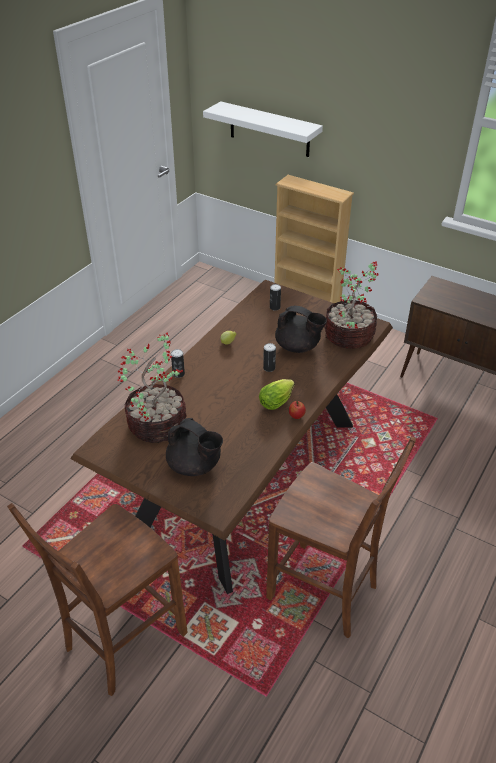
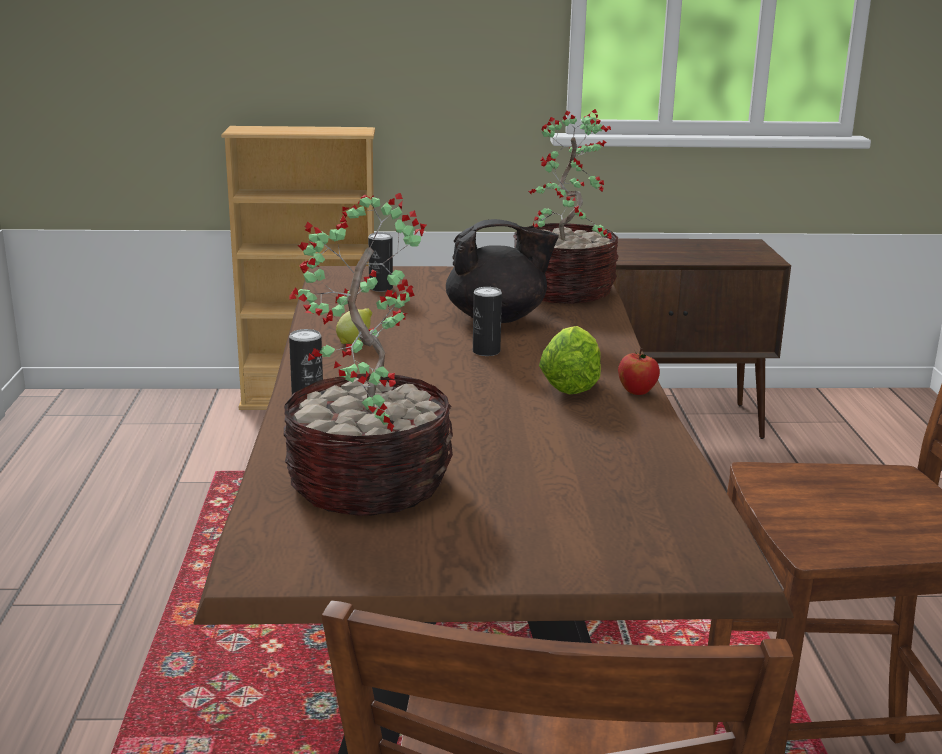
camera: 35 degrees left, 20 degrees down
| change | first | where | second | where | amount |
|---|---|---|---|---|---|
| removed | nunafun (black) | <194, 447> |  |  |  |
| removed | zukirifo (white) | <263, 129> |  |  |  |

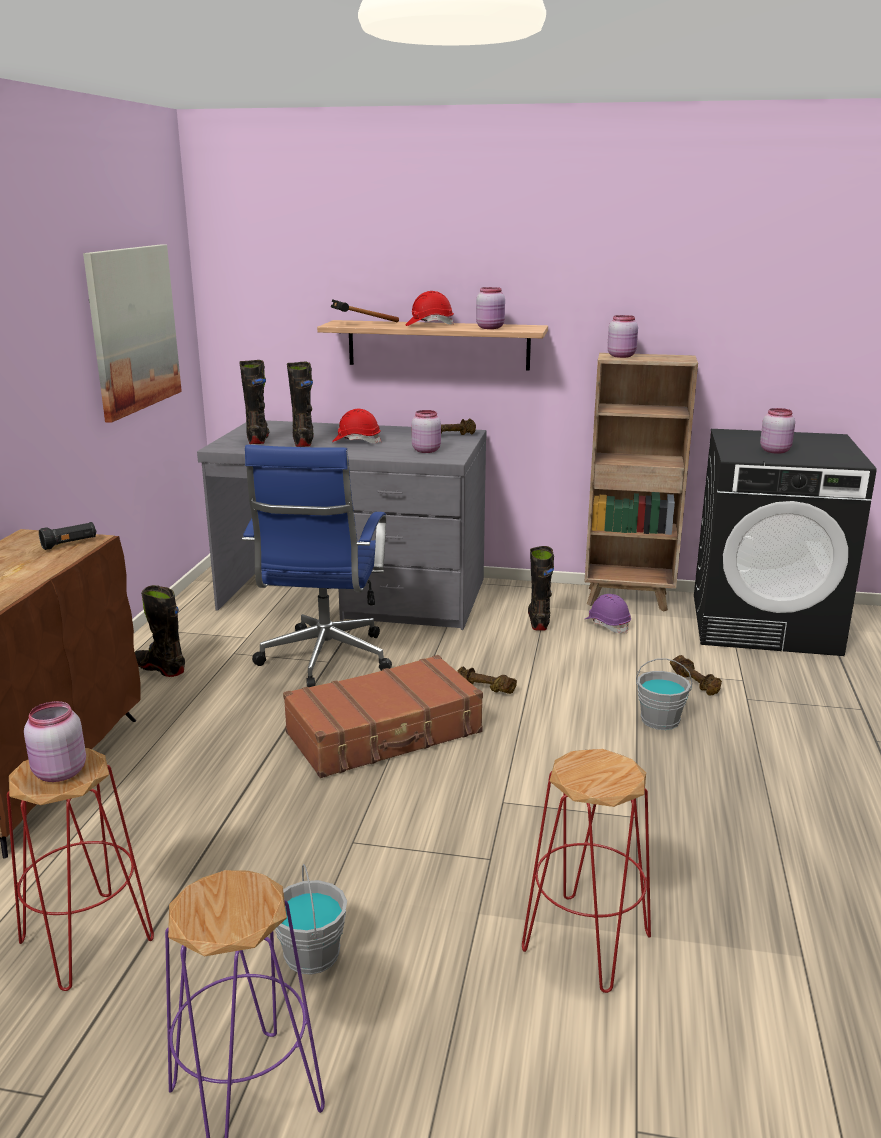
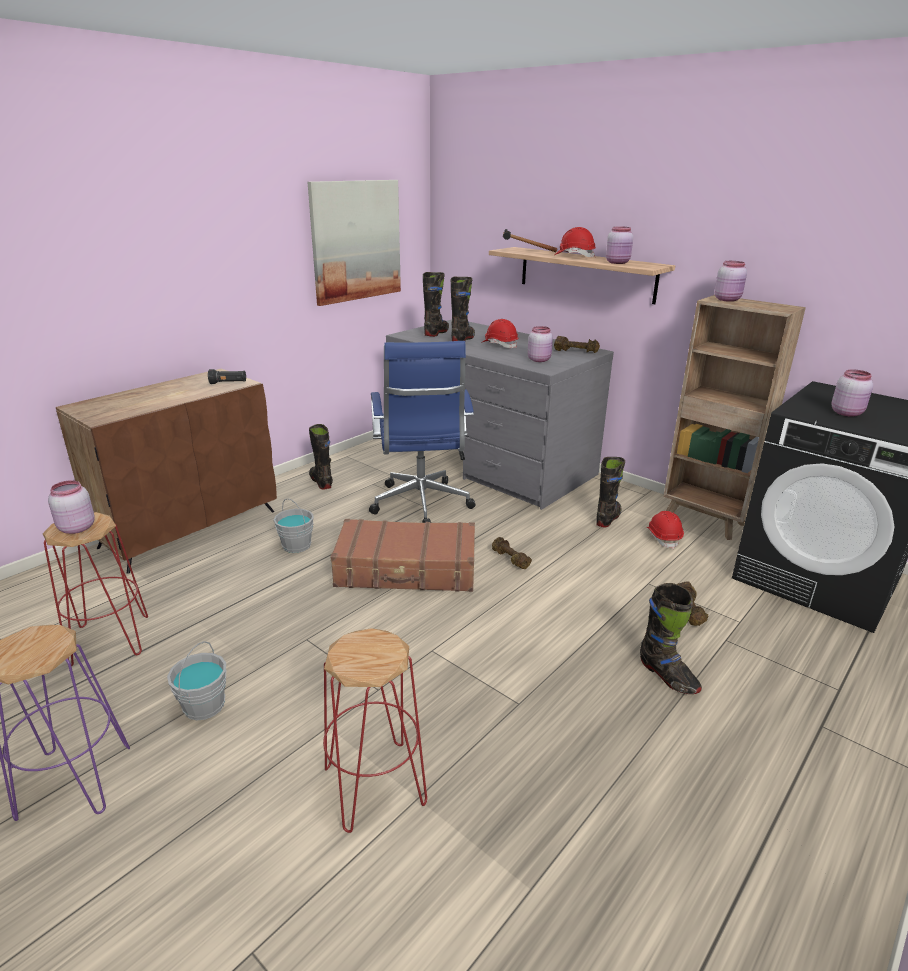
camera: 30 degrees right, 5 degrees up
| change | first | where | second | where | amount |
|---|---|---|---|---|---|
| added |  |  | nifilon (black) | <671, 638> |  |
| moved | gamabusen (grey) | <664, 694> |  | <293, 525> |  |
| recoloured | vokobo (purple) | <608, 613> | vokobo (red) | <665, 530> |  |
| turned | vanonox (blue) | <317, 566> |  | <422, 432> | 45 degrees counterclockwise |

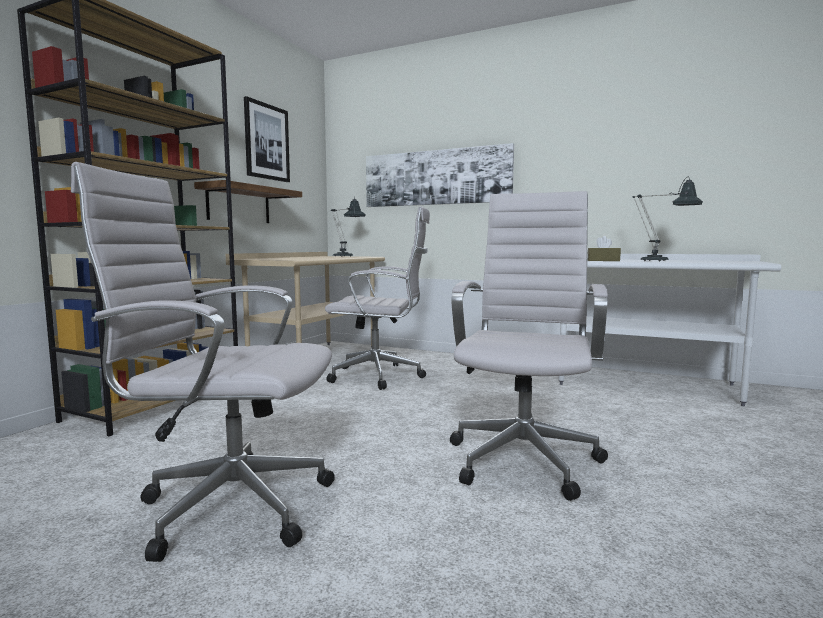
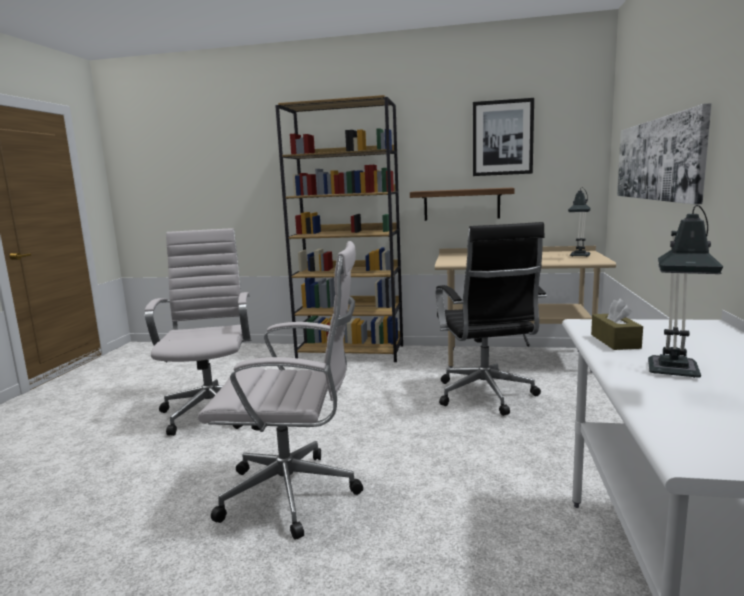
camera: 75 degrees right, 5 degrees up
| change | first | where | second | where | amount |
|---|---|---|---|---|---|
| recoloured | vanonox (white) | <377, 298> | vanonox (black) | <491, 319> |  |

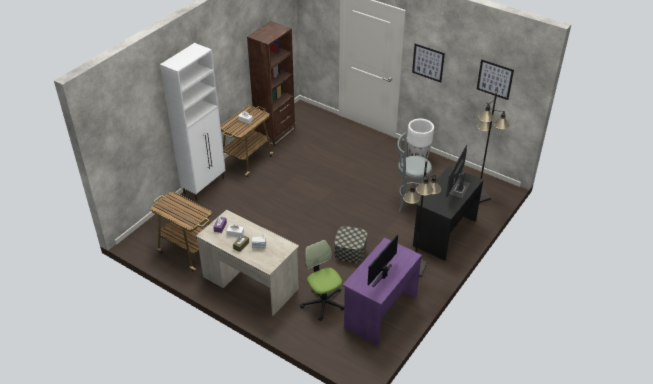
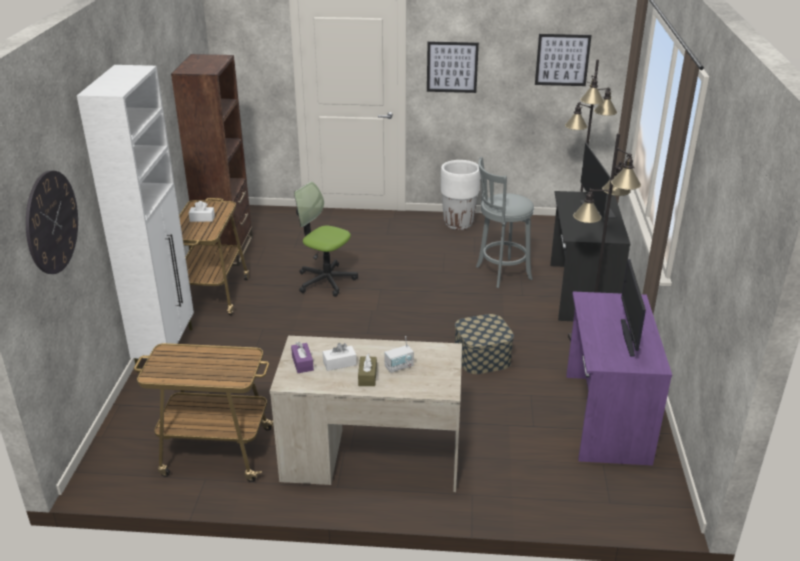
camera: 30 degrees left, 10 degrees down
| change | first | where | second | where | amount |
|---|---|---|---|---|---|
| added |  |  | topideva | <52, 222> |  |
| moved | vanonox | <322, 280> |  | <326, 239> |  |

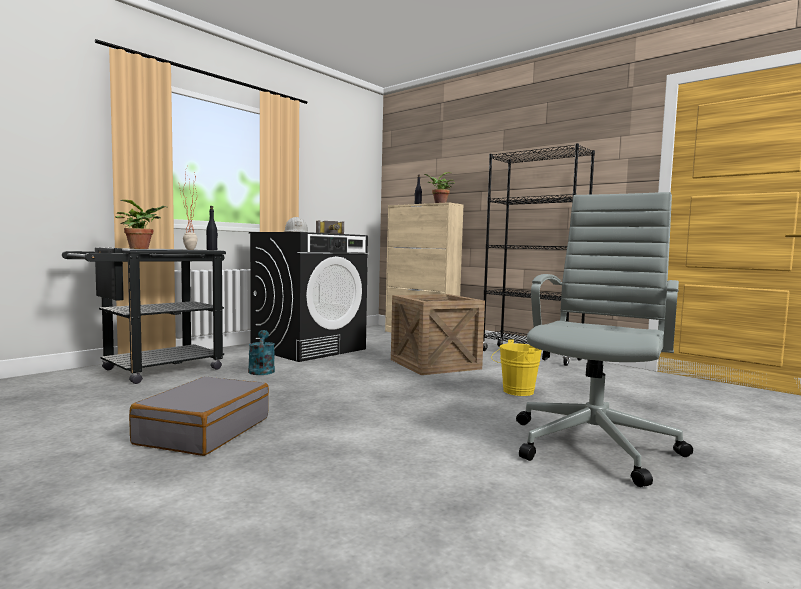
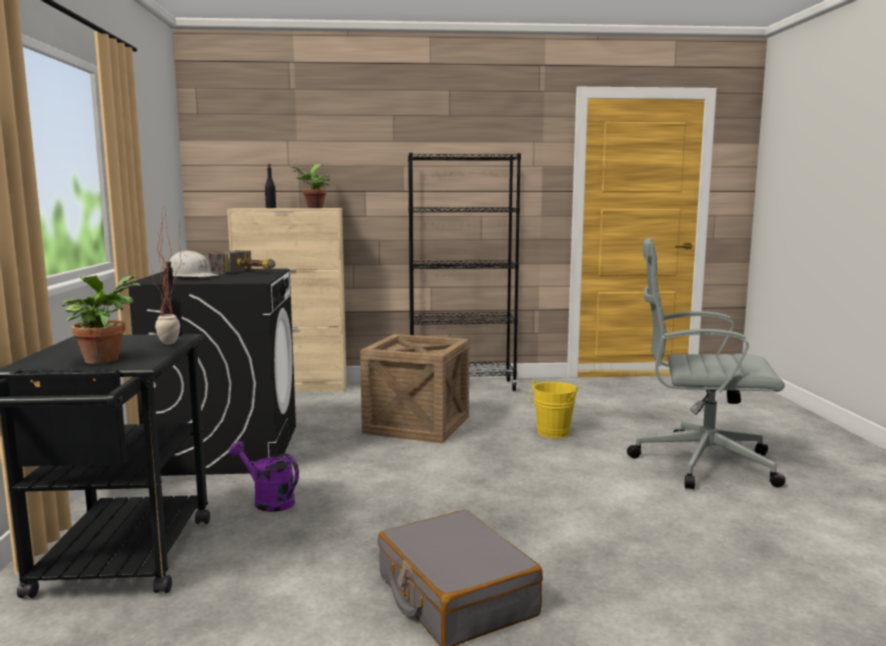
camera: 45 degrees left, 5 degrees up
| change | first | where | second | where | amount |
|---|---|---|---|---|---|
| recoloured | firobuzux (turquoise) | <261, 352> | firobuzux (purple) | <264, 476> |  |
| turned | vanonox (grey) | <604, 339> |  | <706, 363> | 60 degrees counterclockwise |

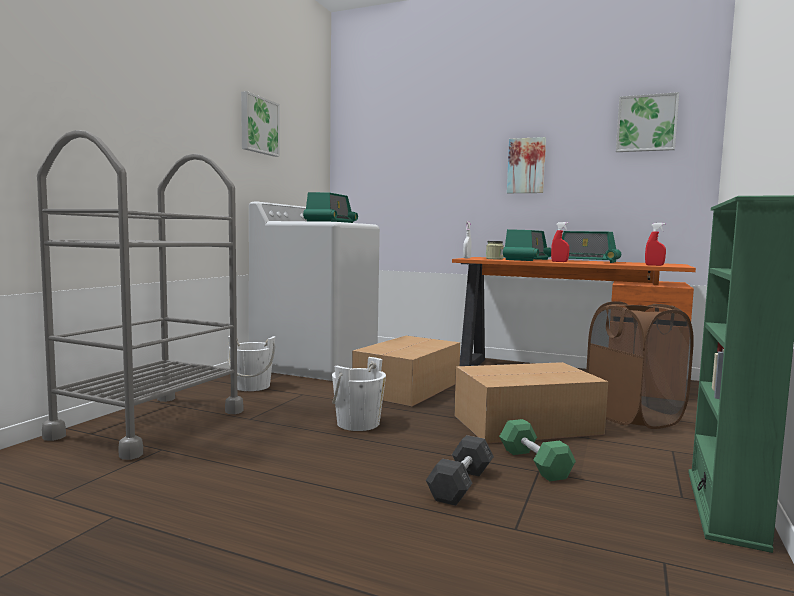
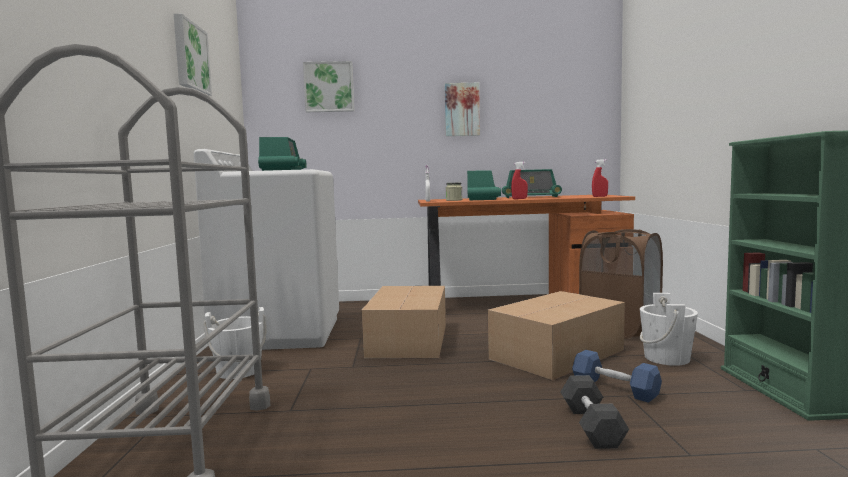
camera: 25 degrees left, 0 degrees up
| change | first | where | second | where | amount |
|---|---|---|---|---|---|
| moved | gamabusen (white) | <359, 394> |  | <669, 329> |  |
| moved | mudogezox | <647, 122> |  | <328, 86> |  |
| recoloured | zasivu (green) | <537, 450> | zasivu (blue) | <617, 376> |  |

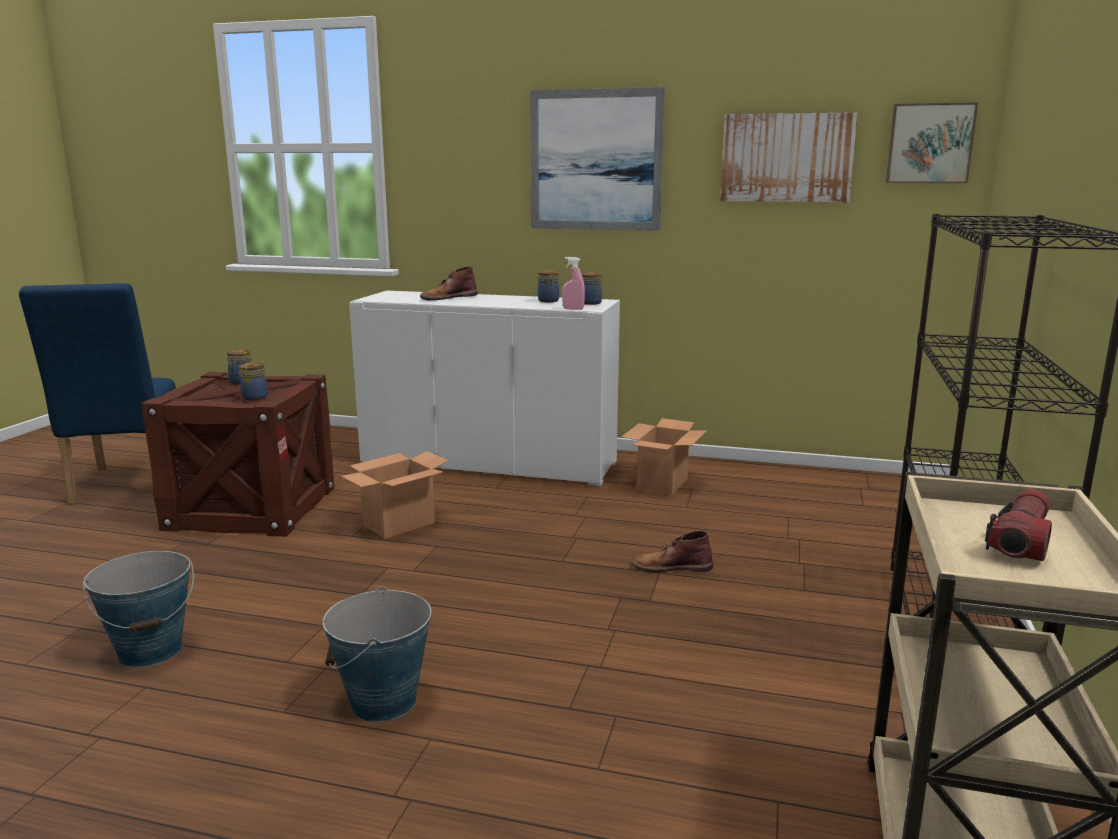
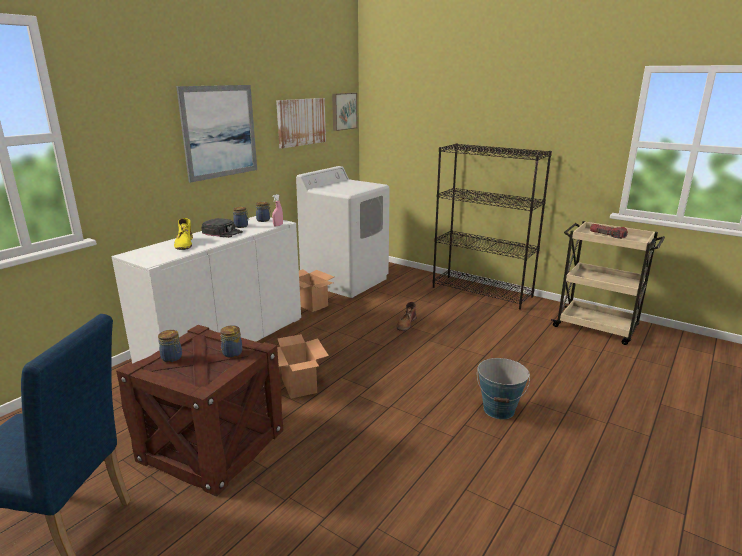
camera: 70 degrees left, 5 degrees up
| change | first | where | second | where | amount |
|---|---|---|---|---|---|
| removed | gamabusen | <138, 609> |  |  |  |
| added |  |  | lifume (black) | <222, 228> |  |
| added |  |  | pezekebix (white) | <343, 232> |  |
| recoloured | nifilon (brown) | <449, 283> | nifilon (yellow) | <183, 234> |  |

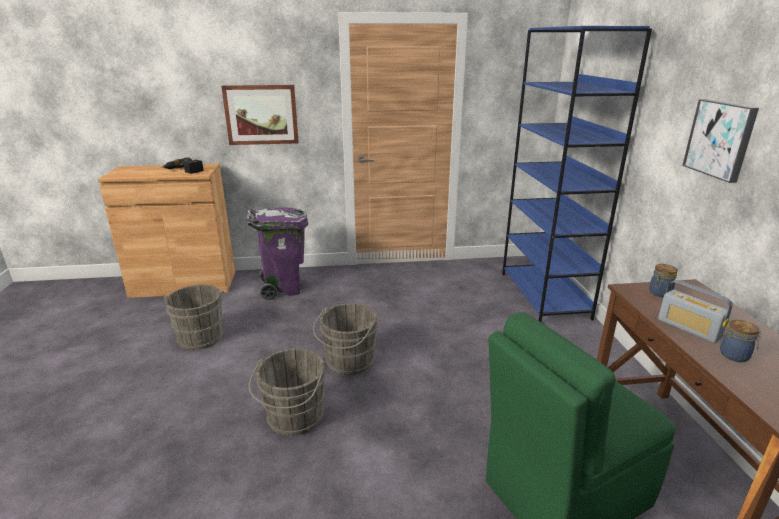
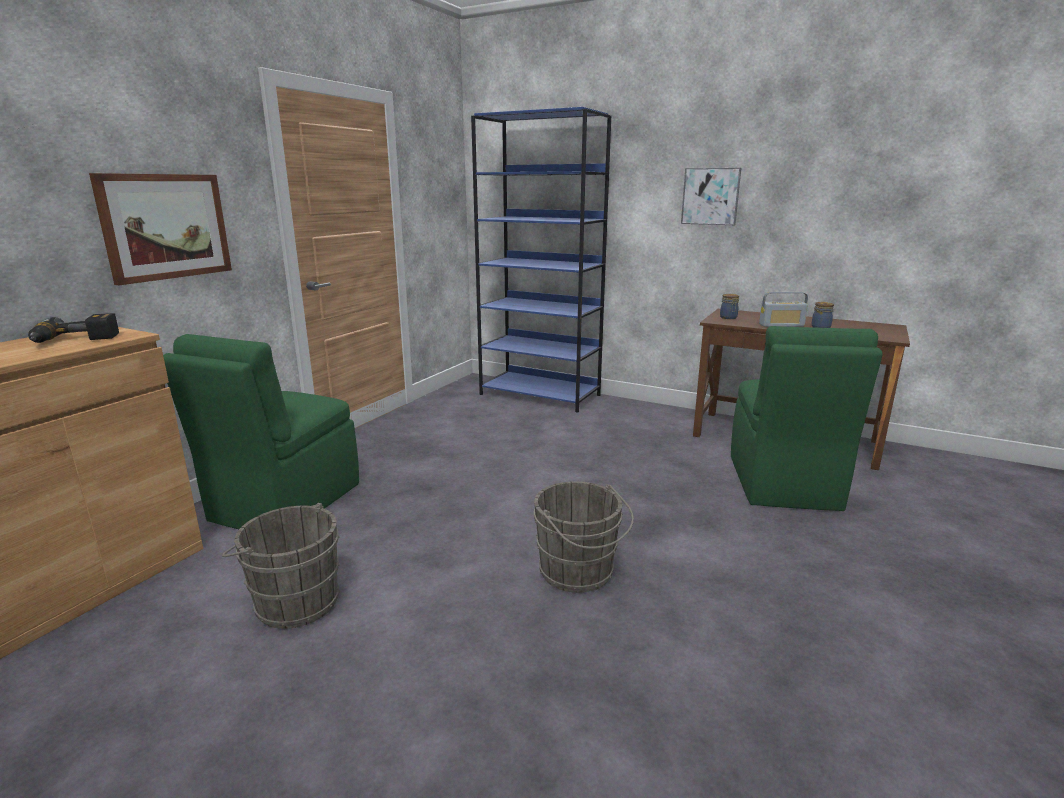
camera: 55 degrees left, 5 degrees down
| change | first | where | second | where | amount |
|---|---|---|---|---|---|
| removed | gamabusen (grey) | <345, 339> |  |  |  |
| replaced | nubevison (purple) | <277, 254> | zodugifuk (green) | <261, 431> |  |

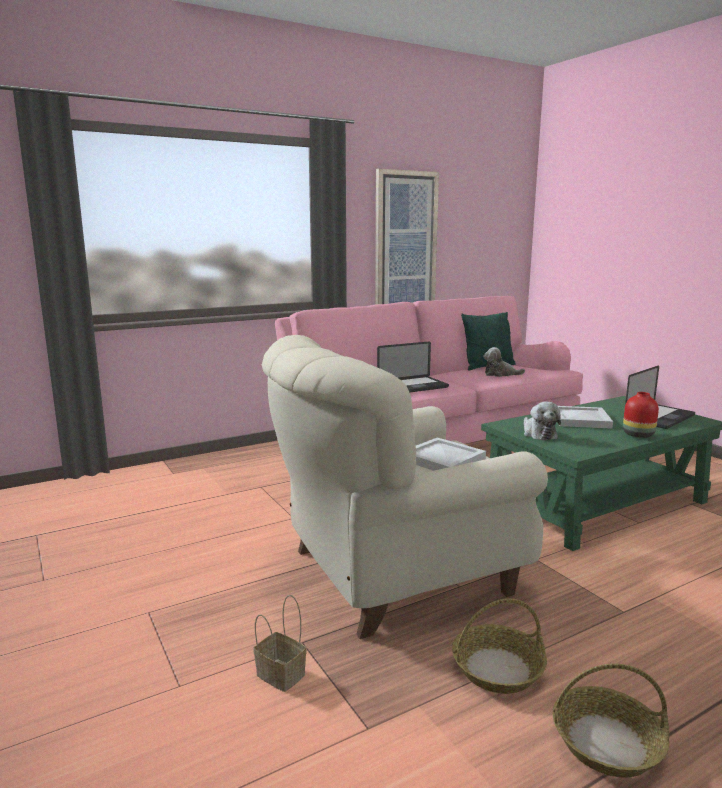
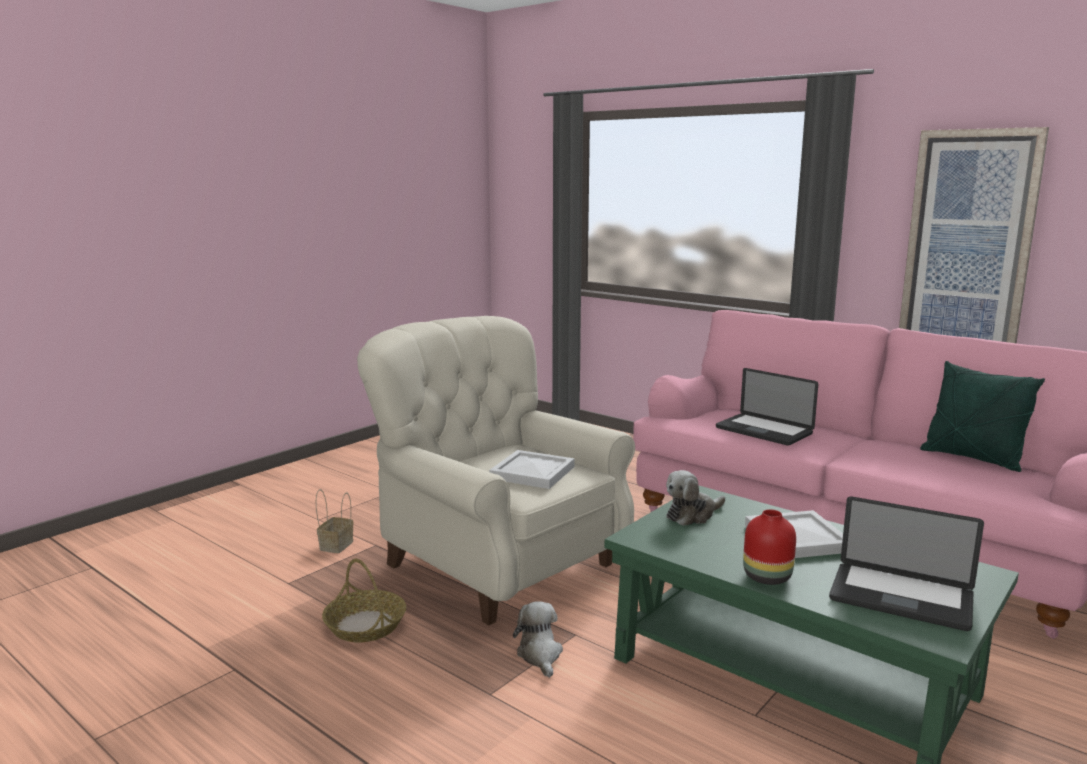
camera: 70 degrees right, 0 degrees up
| change | first | where | second | where | amount |
|---|---|---|---|---|---|
| removed | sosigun | <611, 720> |  |  |  |
| moved | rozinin | <504, 362> |  | <538, 639> |  |

